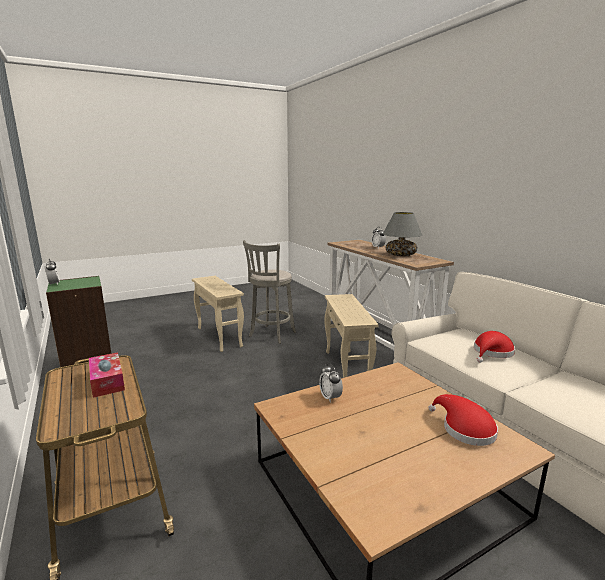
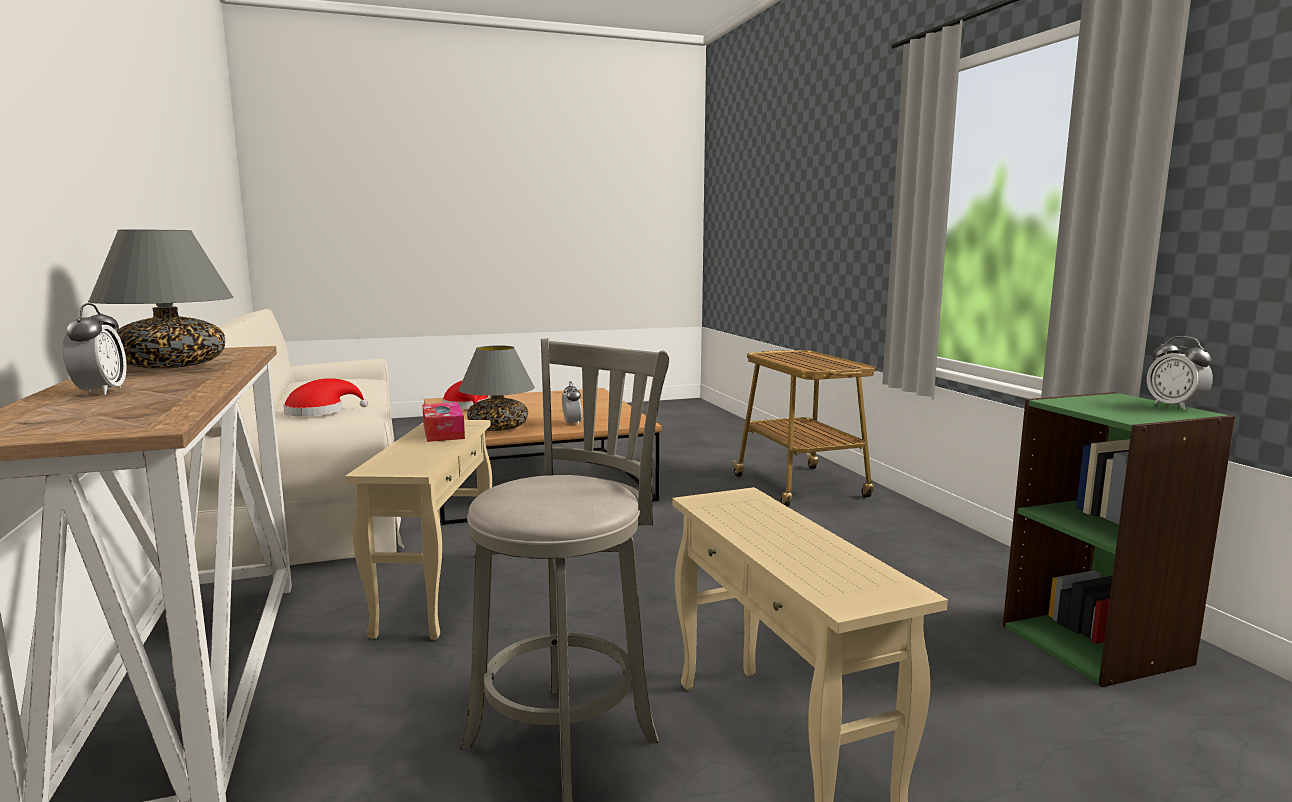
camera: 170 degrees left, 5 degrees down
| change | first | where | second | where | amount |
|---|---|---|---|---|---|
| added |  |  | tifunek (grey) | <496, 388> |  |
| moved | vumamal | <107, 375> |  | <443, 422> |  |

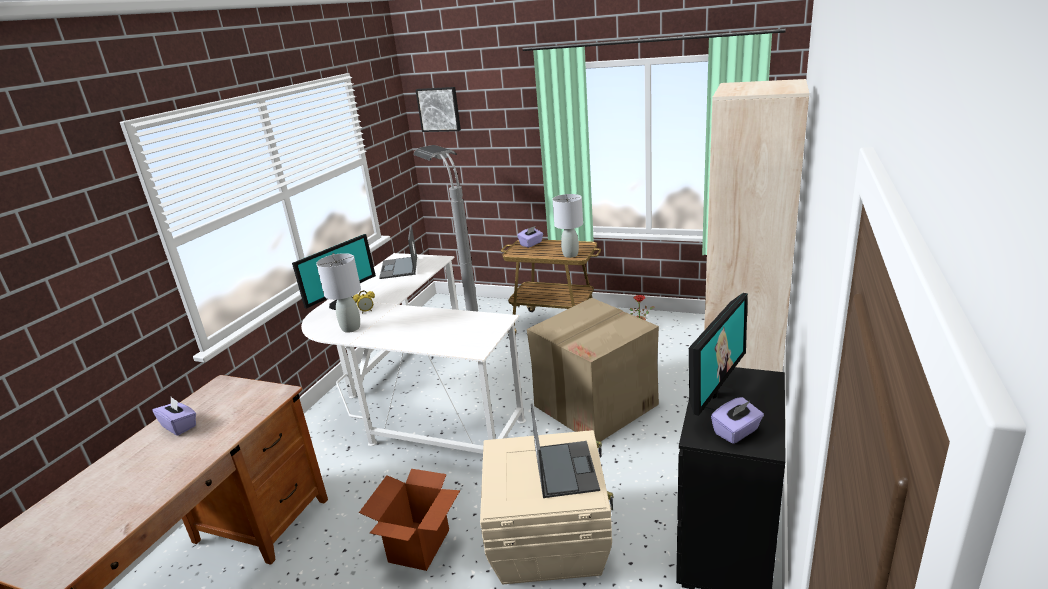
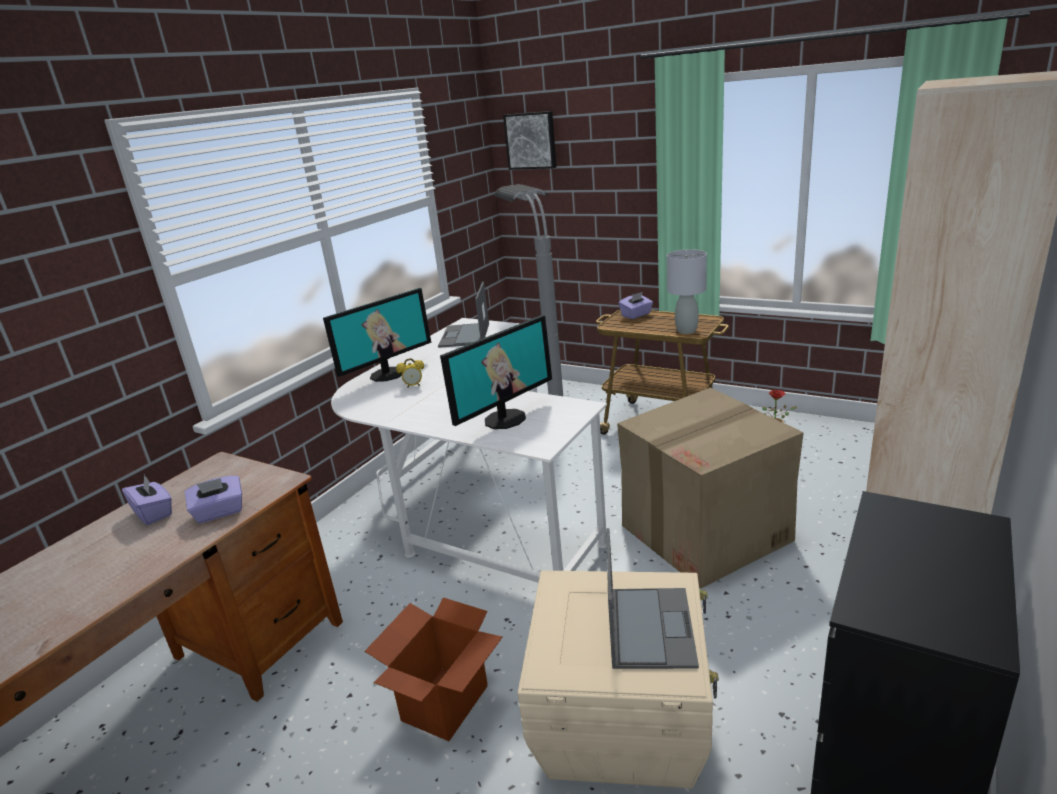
camera: 10 degrees right, 0 degrees up
| change | first | where | second | where | amount |
|---|---|---|---|---|---|
| removed | tifunek (grey) | <338, 293> |  |  |  |
| moved | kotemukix | <718, 354> |  | <496, 372> |  |
| moved | vumamal (purple) | <737, 420> |  | <213, 499> |  |

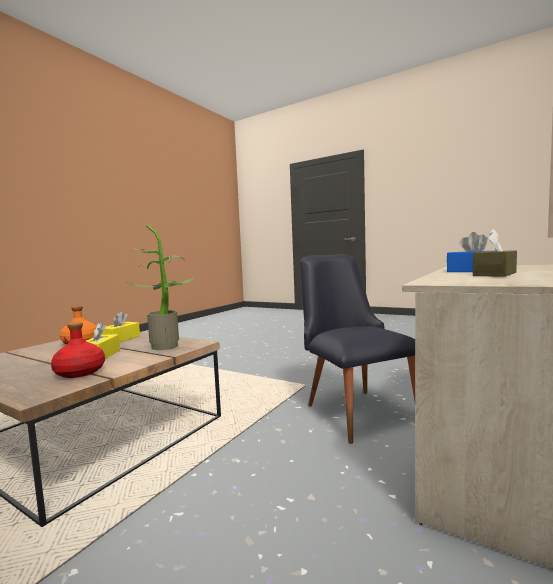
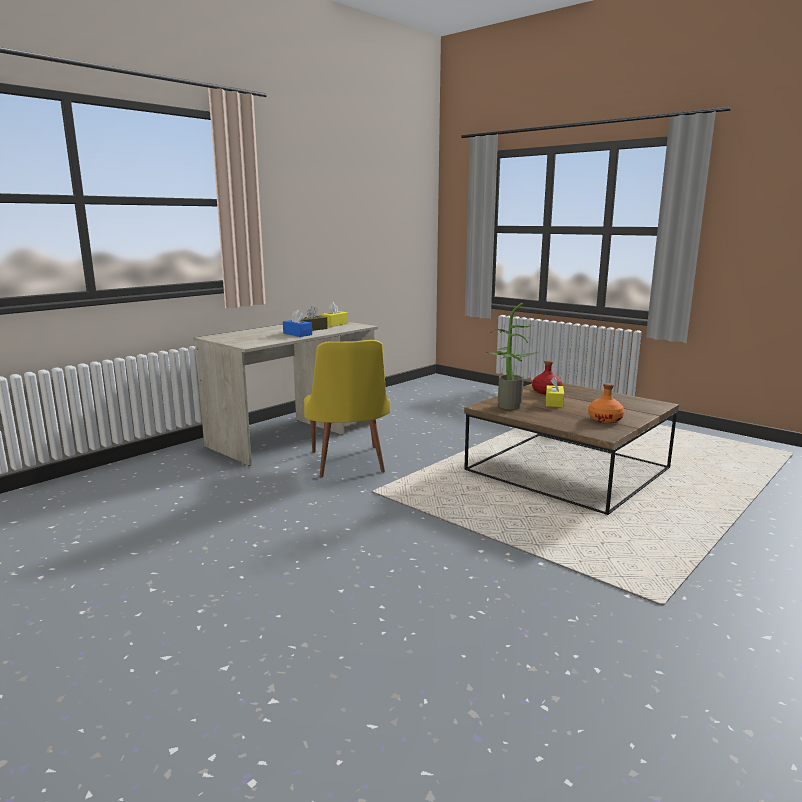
camera: 170 degrees left, 10 degrees up
| change | first | where | second | where | amount |
|---|---|---|---|---|---|
| moved | vumamal (yellow) | <121, 326> |  | <334, 314> |  |
| recoloured | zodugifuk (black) | <357, 349> | zodugifuk (yellow) | <347, 408> |  |

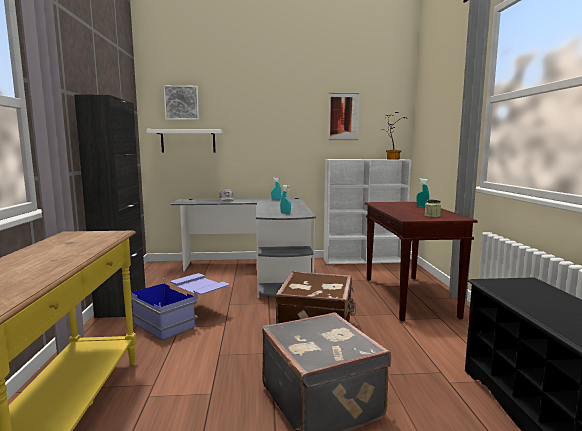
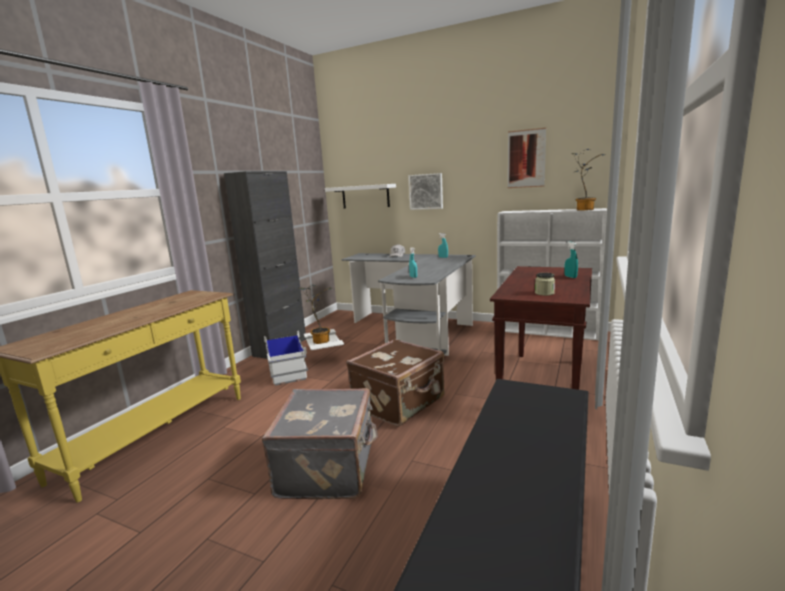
camera: 30 degrees right, 5 degrees up
| change | first | where | second | where | amount |
|---|---|---|---|---|---|
| added |  |  | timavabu | <316, 314> |  |
| moved | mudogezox | <181, 102> |  | <425, 191> |  |
| recoloured | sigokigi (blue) | <180, 307> | sigokigi (white) | <304, 357> |  |

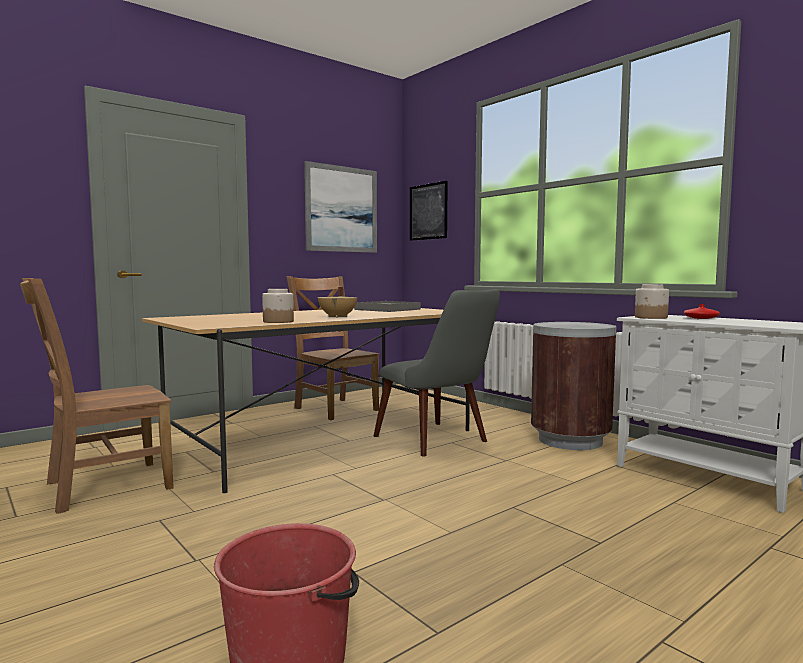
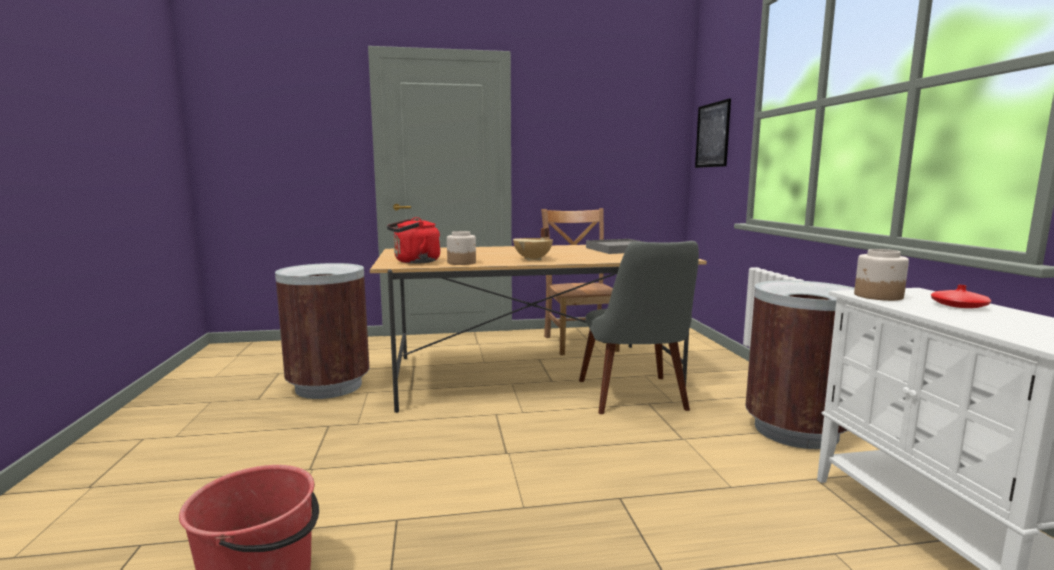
camera: 30 degrees right, 5 degrees up
| change | first | where | second | where | amount |
|---|---|---|---|---|---|
| removed | mudogezox | <340, 207> |  |  |  |
| added |  |  | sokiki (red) | <413, 240> |  |
| replaced | zodugifuk (brown) | <97, 396> | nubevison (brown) | <322, 331> |  |

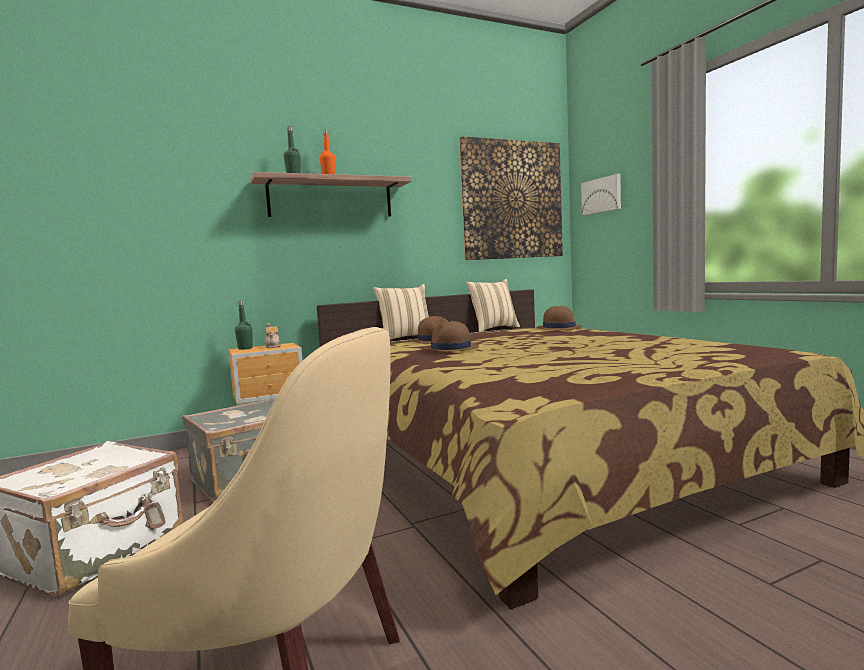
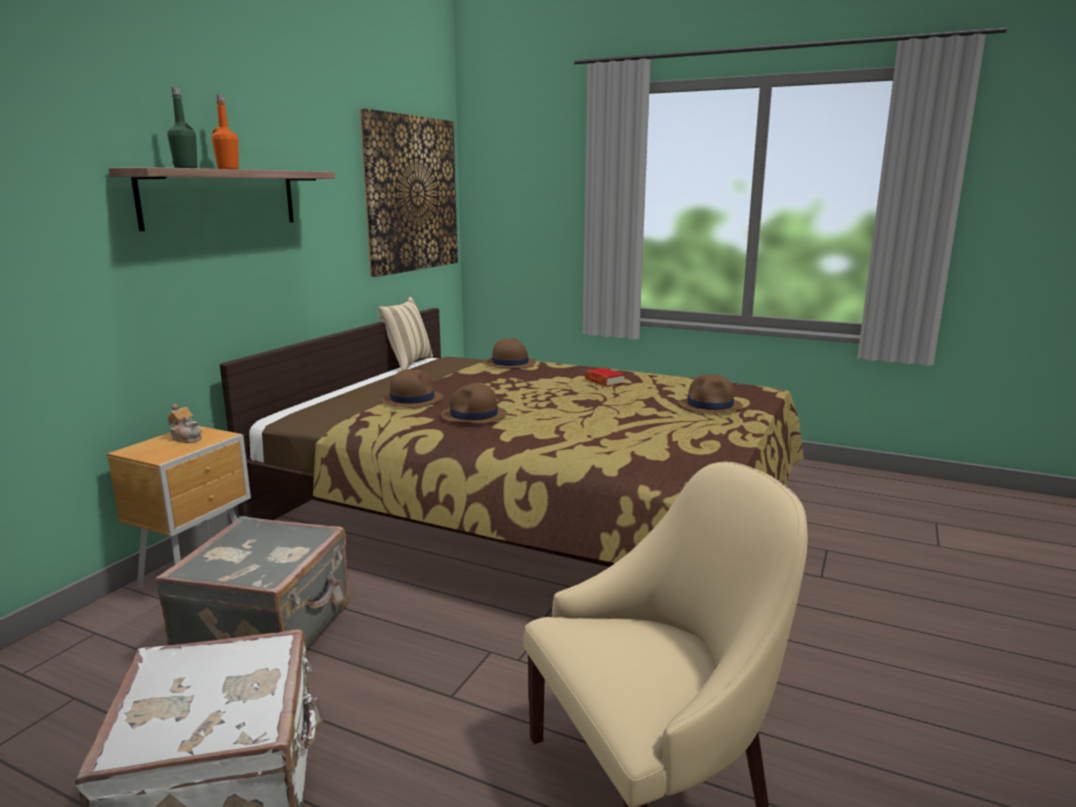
camera: 40 degrees left, 10 degrees up
| change | first | where | second | where | amount |
|---|---|---|---|---|---|
| removed | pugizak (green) | <243, 325> |  |  |  |
| removed | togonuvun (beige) | <401, 312> |  |  |  |
| removed | mudogezox | <601, 194> |  |  |  |
| added |  |  | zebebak | <605, 377> |  |
| added |  |  | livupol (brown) | <710, 393> |  |

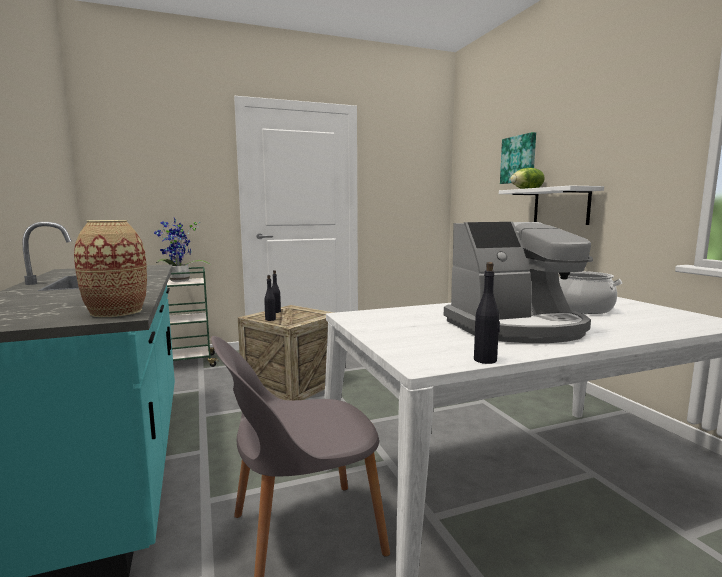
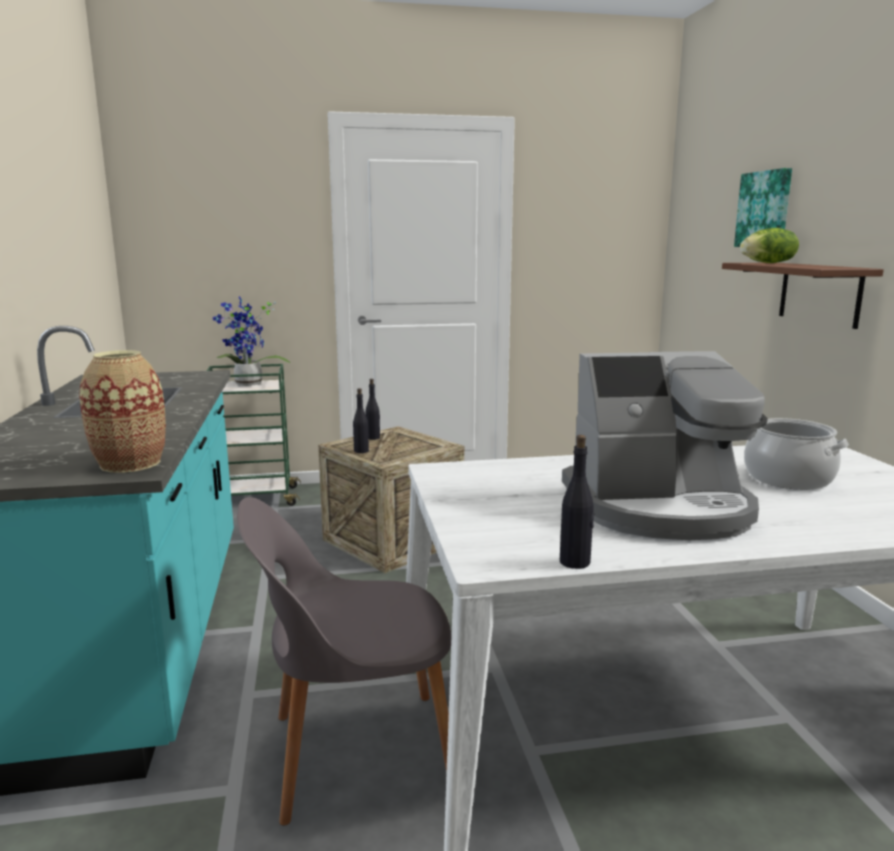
camera: 10 degrees right, 5 degrees up
| change | first | where | second | where | amount |
|---|---|---|---|---|---|
| recoloured | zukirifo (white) | <551, 205> | zukirifo (brown) | <803, 296> |  |

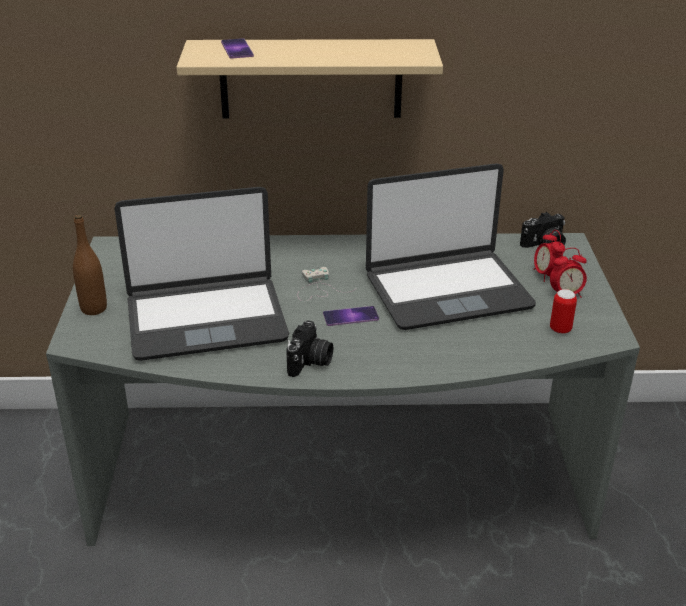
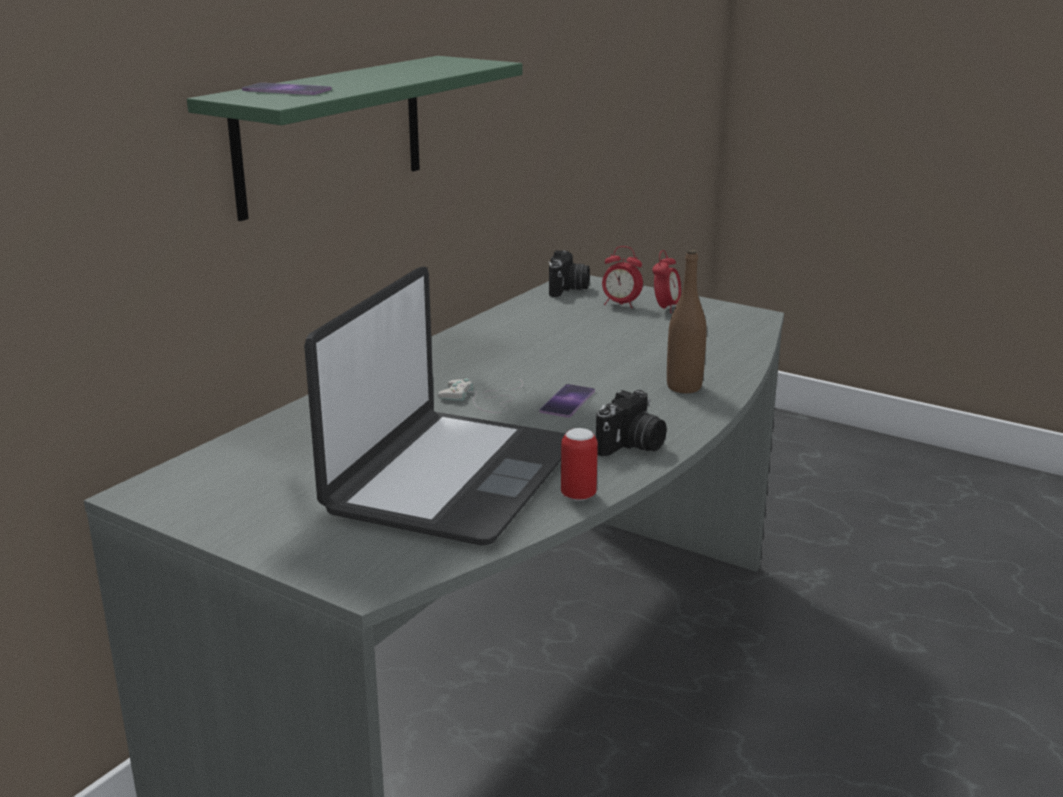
camera: 55 degrees left, 10 degrees down
| change | first | where | second | where | amount |
|---|---|---|---|---|---|
| removed | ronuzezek | <451, 246> |  |  |  |
| moved | pugizak (brown) | <90, 264> |  | <687, 321> |  |
| moved | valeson | <563, 311> |  | <579, 464> |  |
| recoloured | zukirifo (beige) | <309, 79> | zukirifo (green) | <355, 138> |  |
| turned | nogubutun | <309, 348> |  | <631, 423> | 75 degrees clockwise |

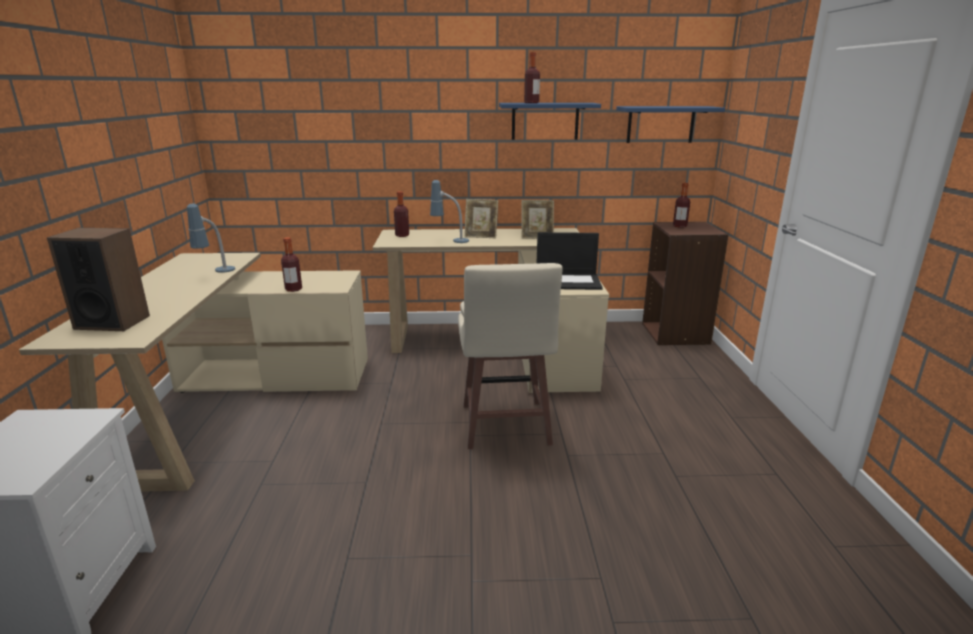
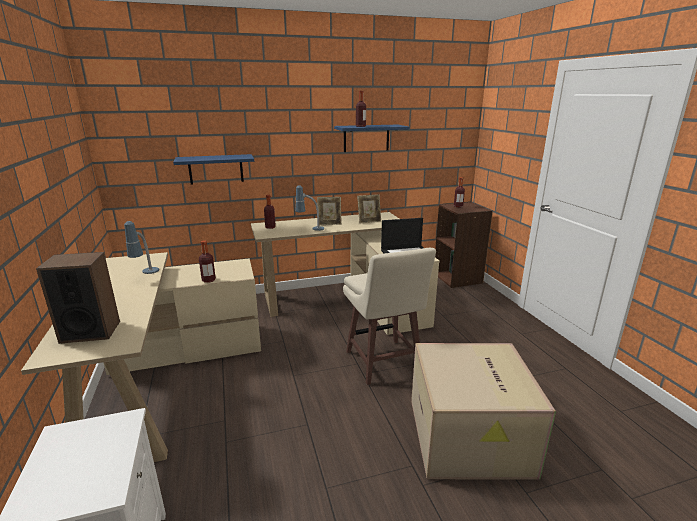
camera: 15 degrees left, 0 degrees up
| change | first | where | second | where | amount |
|---|---|---|---|---|---|
| added |  |  | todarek | <483, 411> |  |
| moved | zukirifo (blue) | <670, 124> |  | <213, 169> |  |

